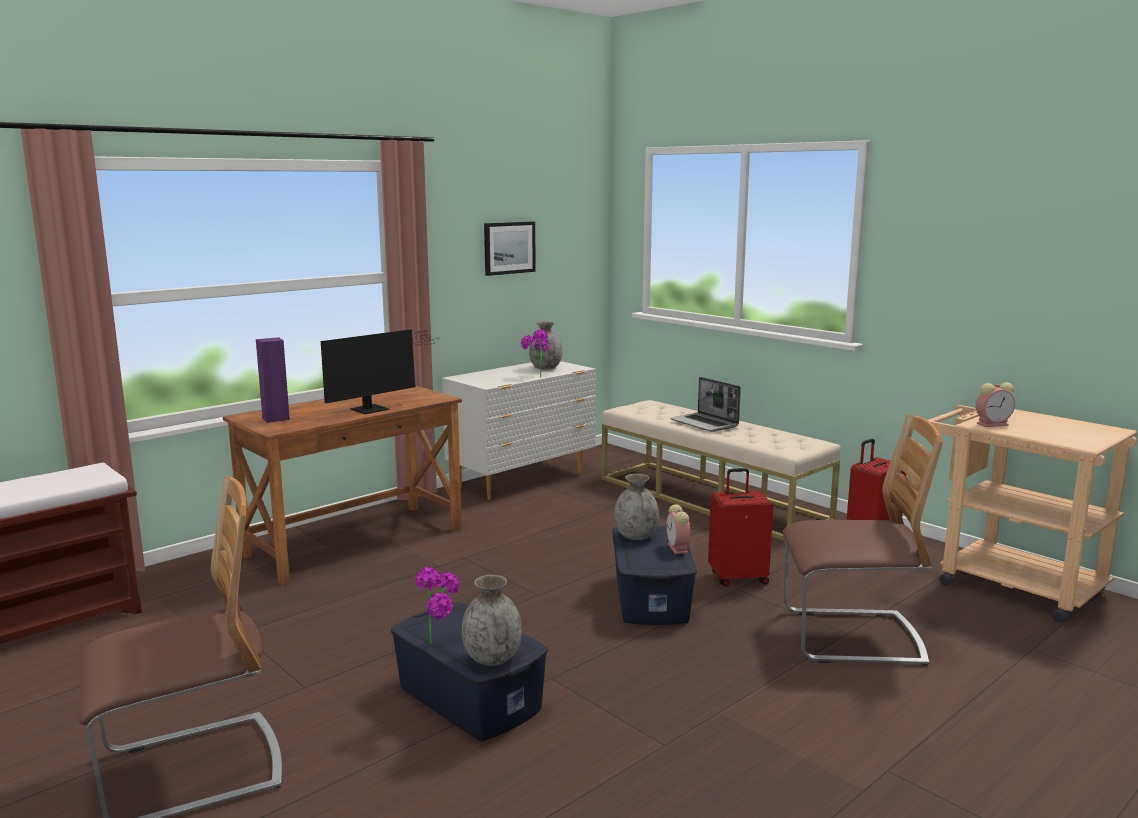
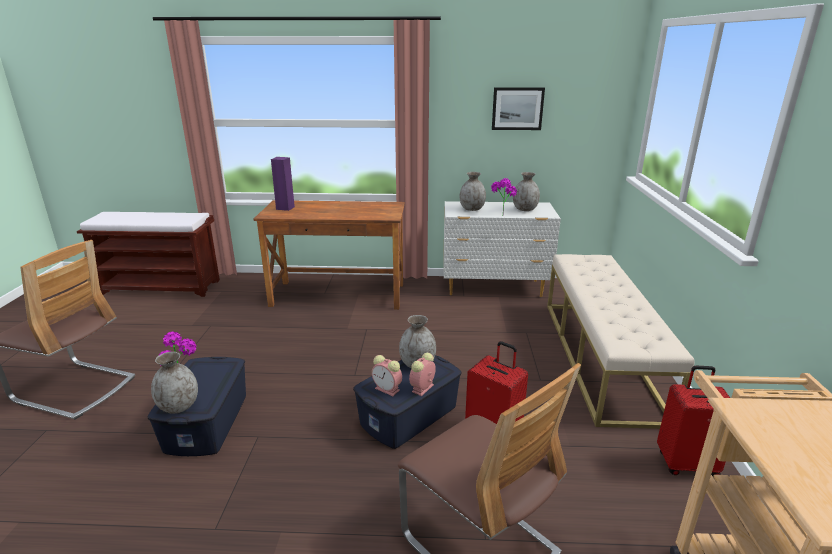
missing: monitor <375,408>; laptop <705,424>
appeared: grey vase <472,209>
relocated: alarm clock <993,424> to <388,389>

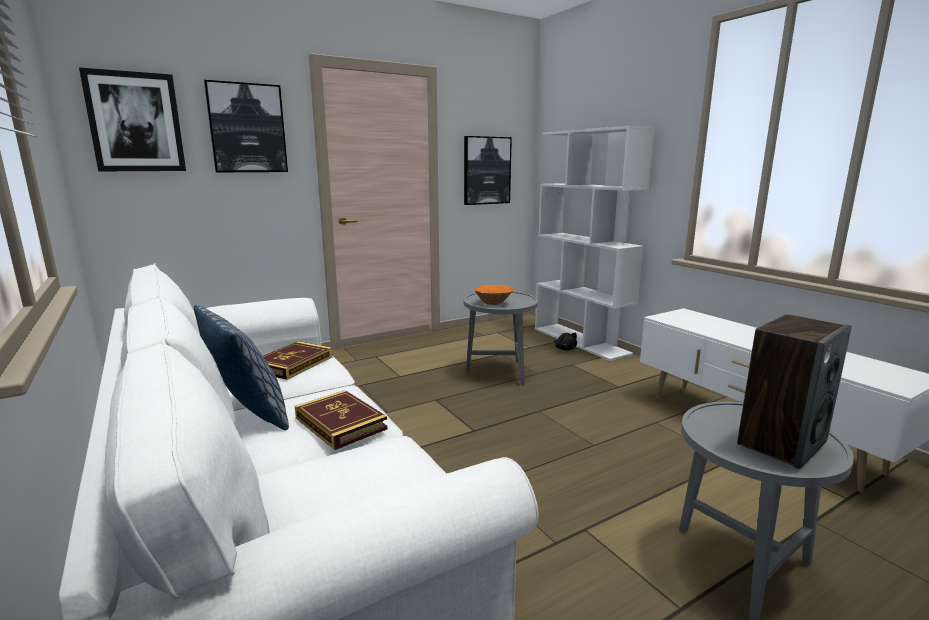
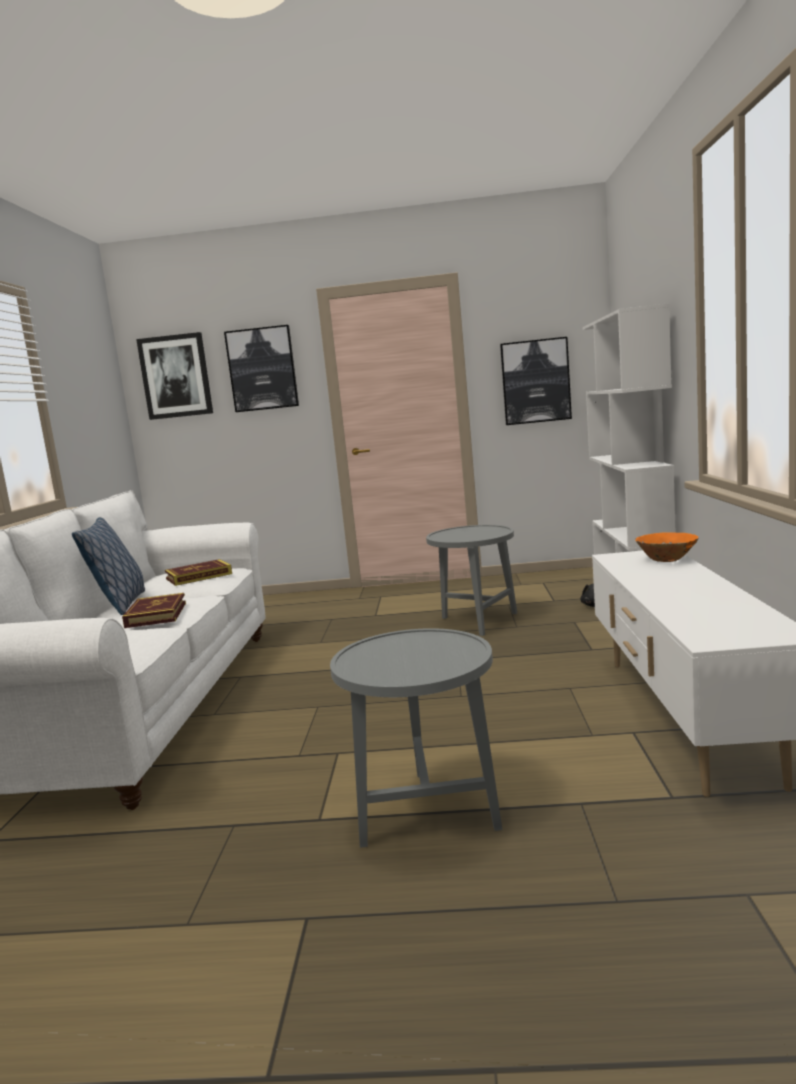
missing: speaker <781,443>
relocated: orange bowl <493,303> to <666,560>

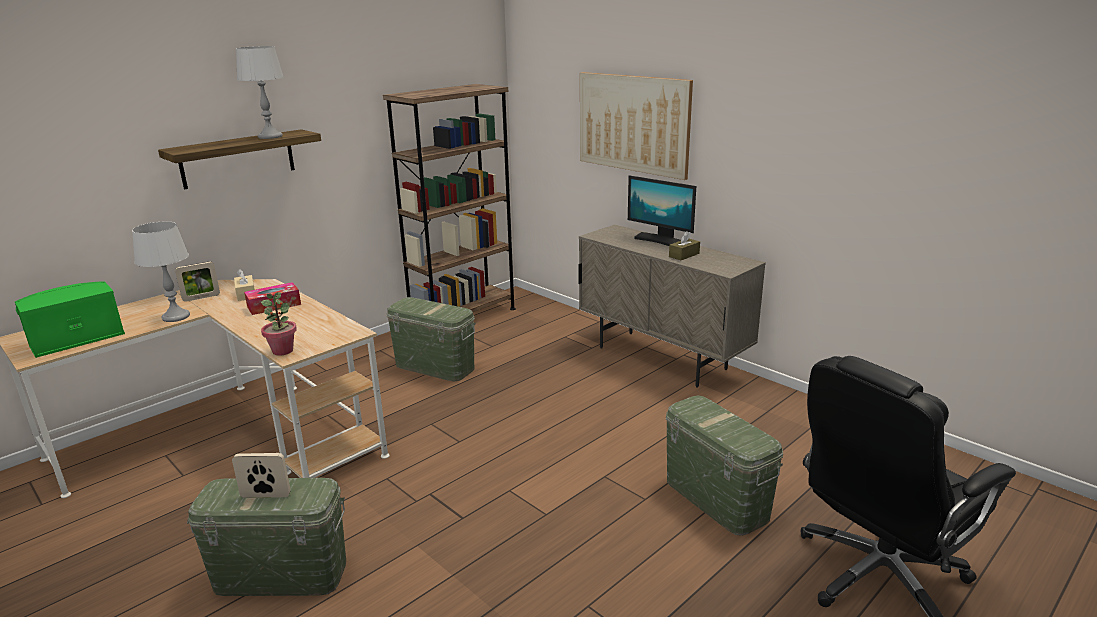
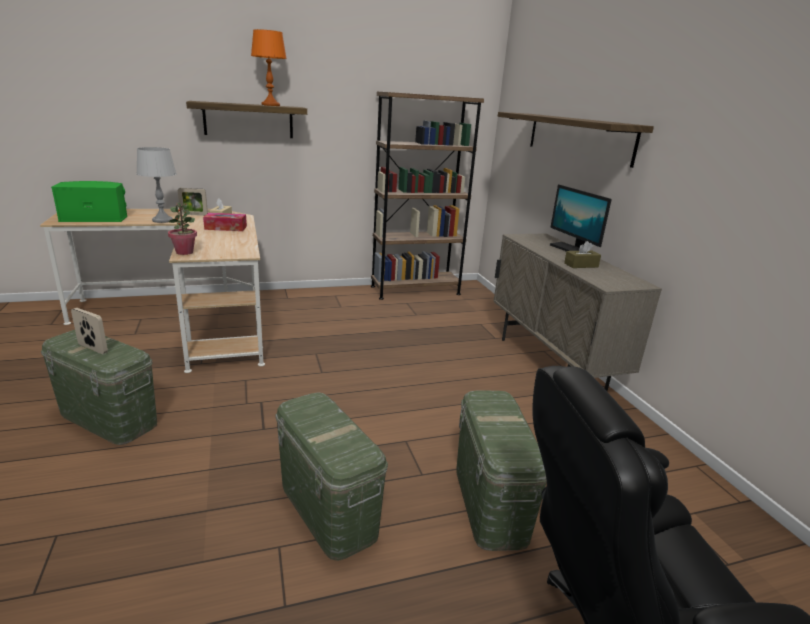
relocated: green storage box <435,366> to <328,509>
exchanged: picture <633,123> to shelf <578,137>
colour: grey table lamp <270,136> to orange table lamp <271,105>

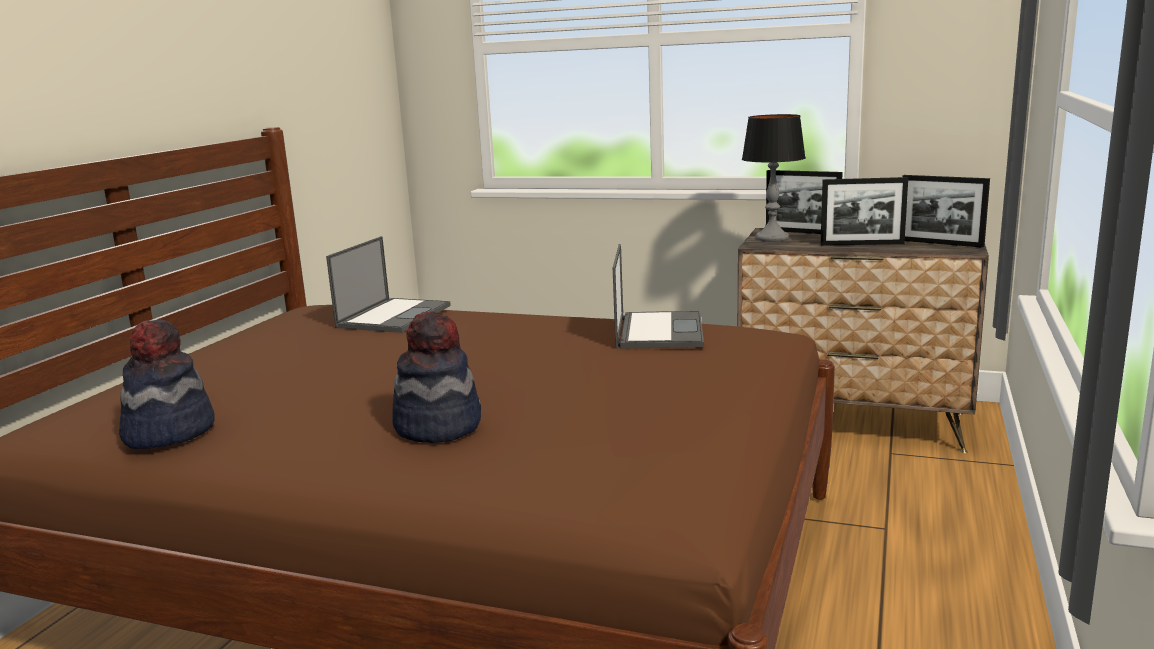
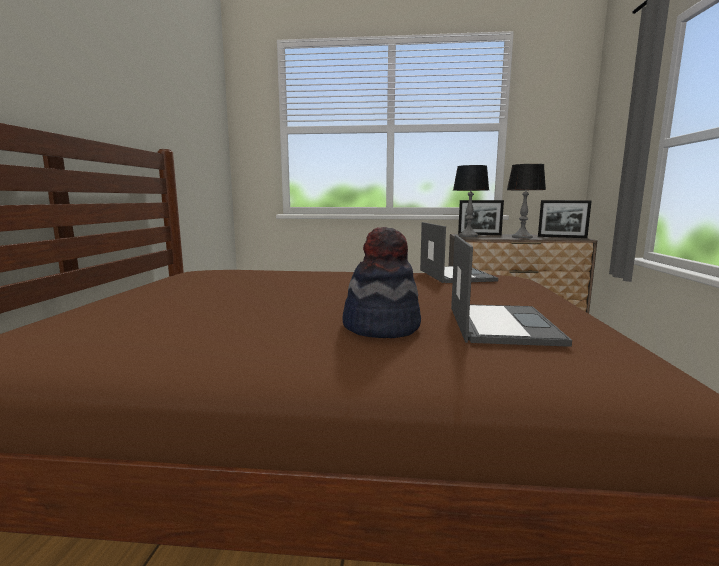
missing: hat <168,432>
relocated: laptop <394,316> to <501,324>
exchanged: picture frame <862,244> to table lamp <522,237>

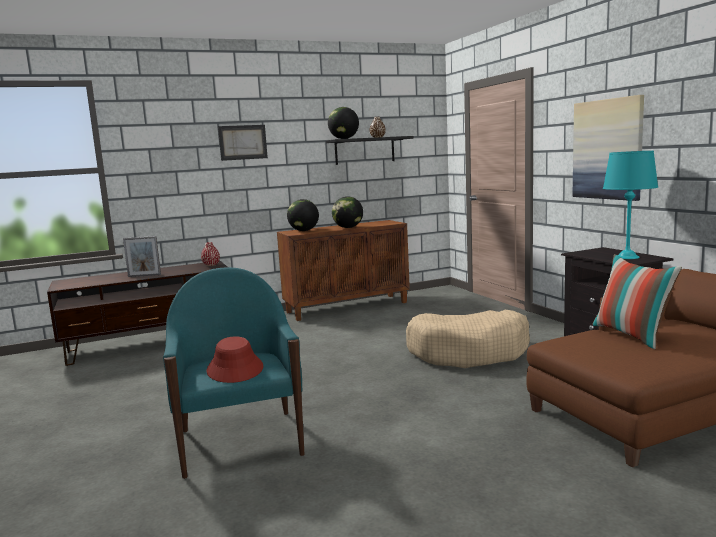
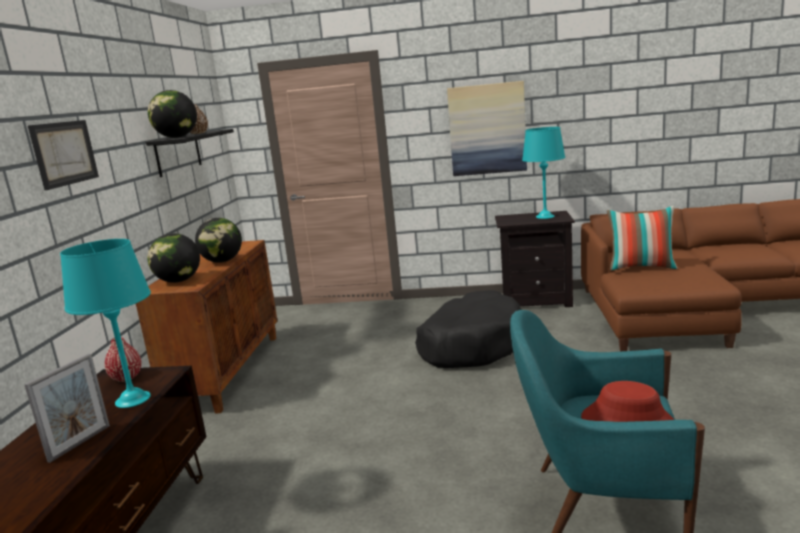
appeared: turquoise table lamp <133,399>
colour: beige dog bed <468,352> to black dog bed <471,344>

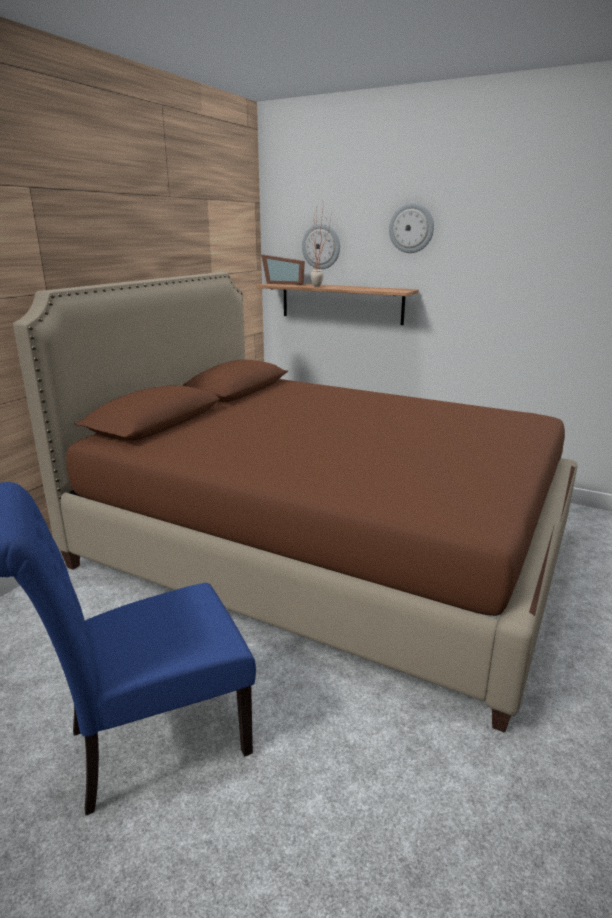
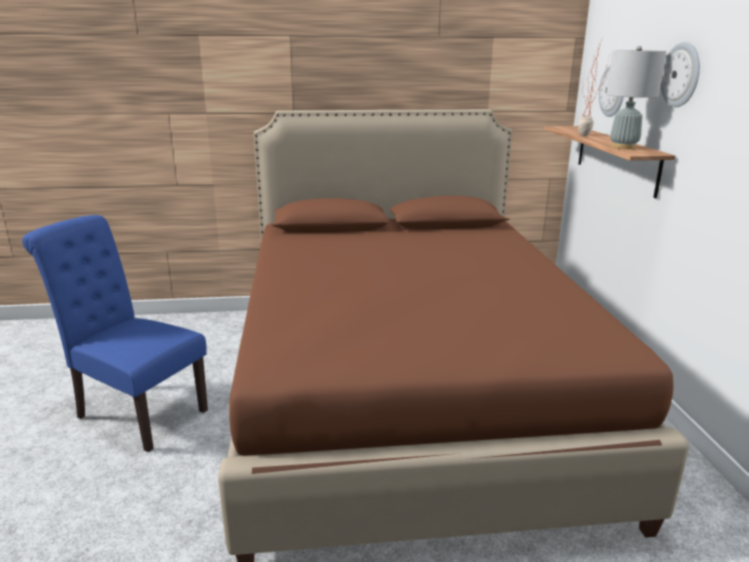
missing: picture frame <284,283>
appeared: grey table lamp <623,147>

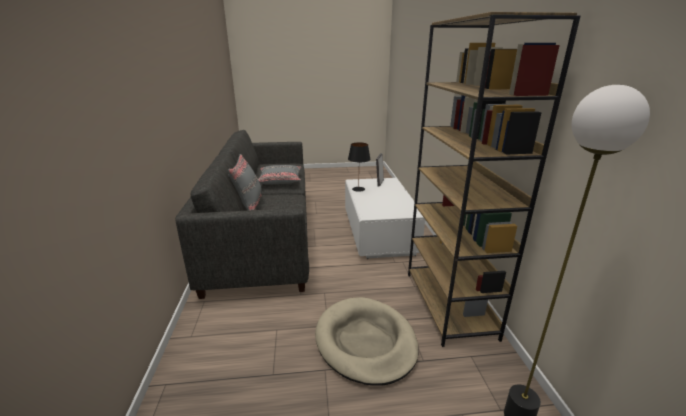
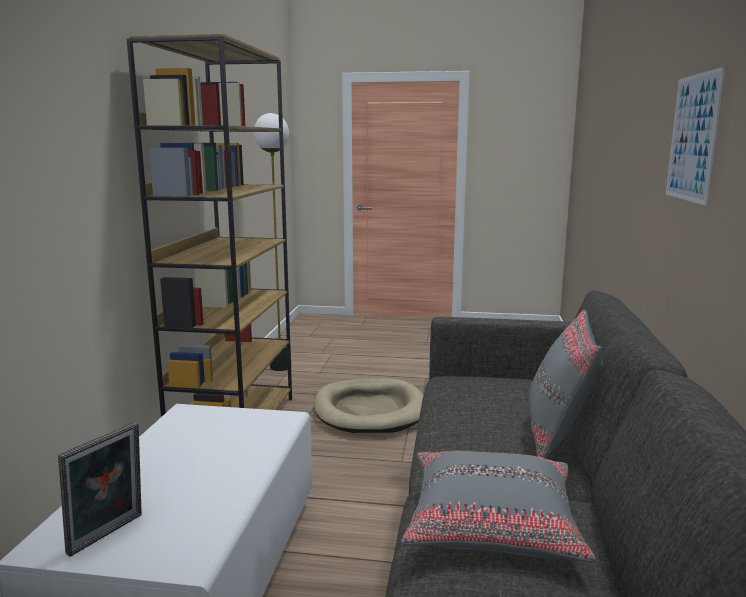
missing: black table lamp <358,189>
appeared: picture <692,138>

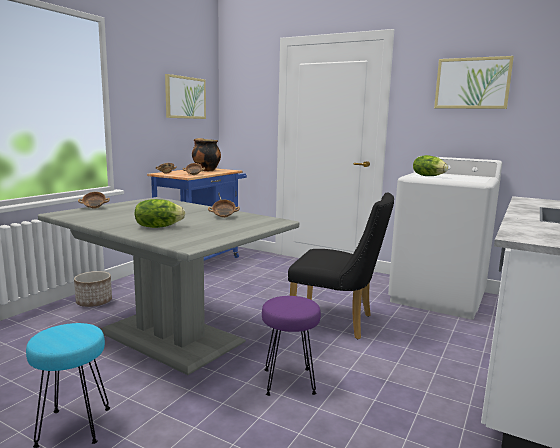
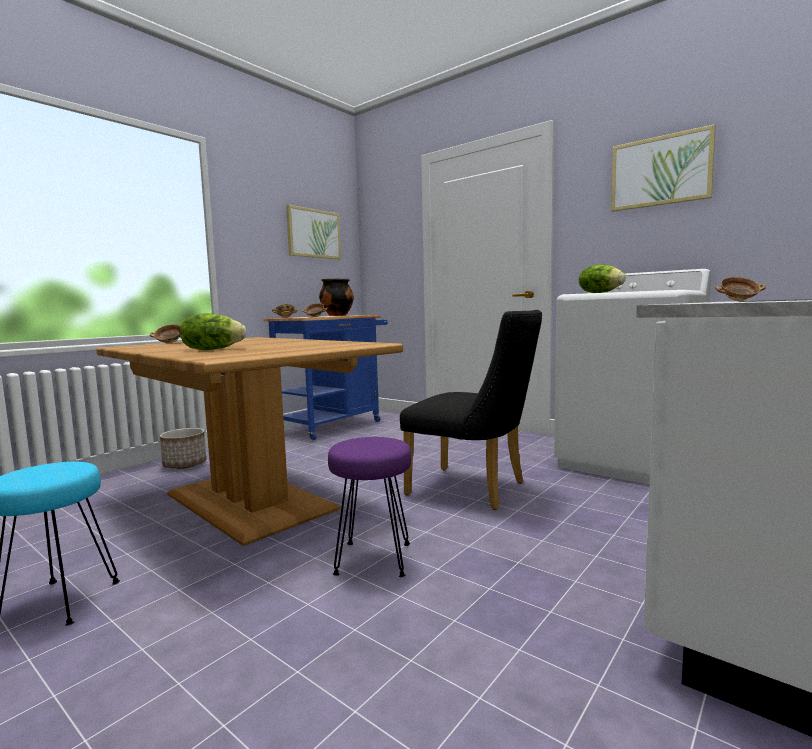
relocated: bowl <223,217> to <739,300>
colour: grey dining table <171,336> to brown dining table <251,500>

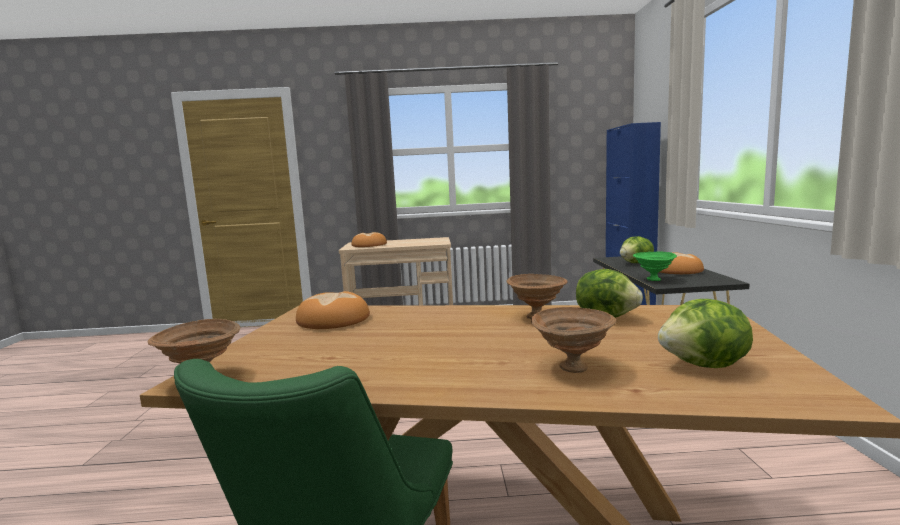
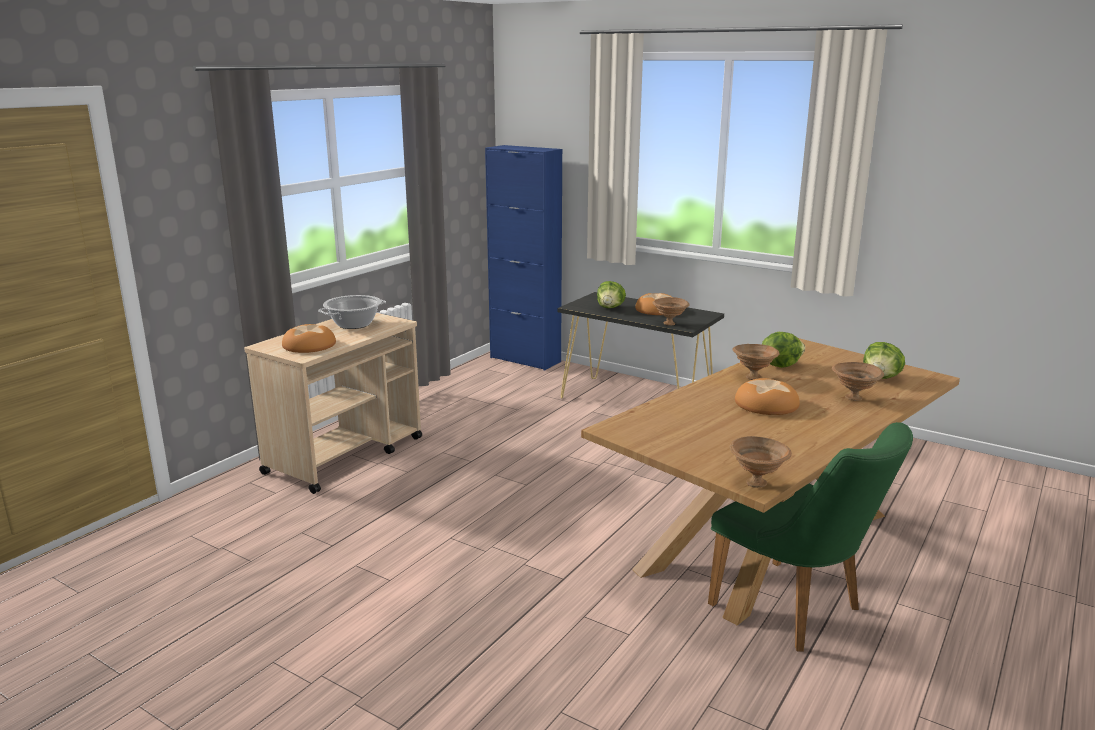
appeared: cooking pot <354,324>
relocated: bread <334,319> to <767,404>
colour: green bowl <654,280> to brown bowl <670,324>

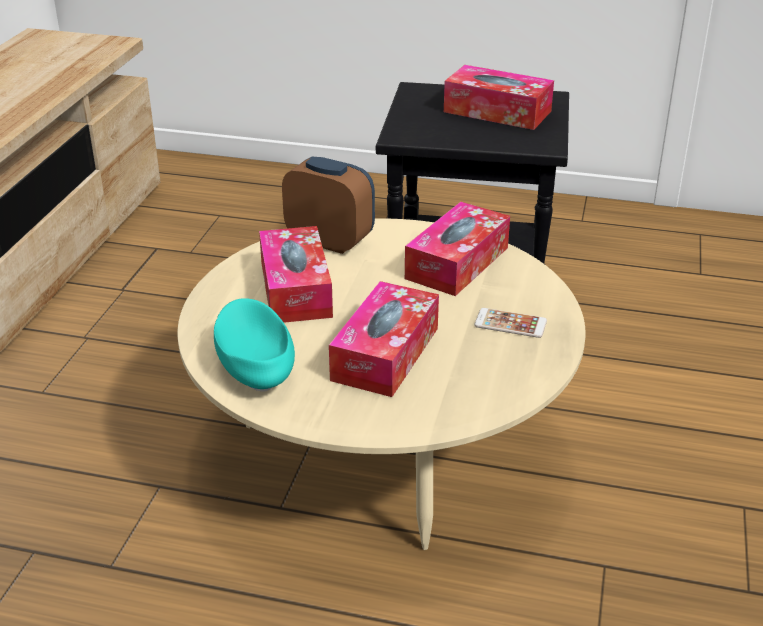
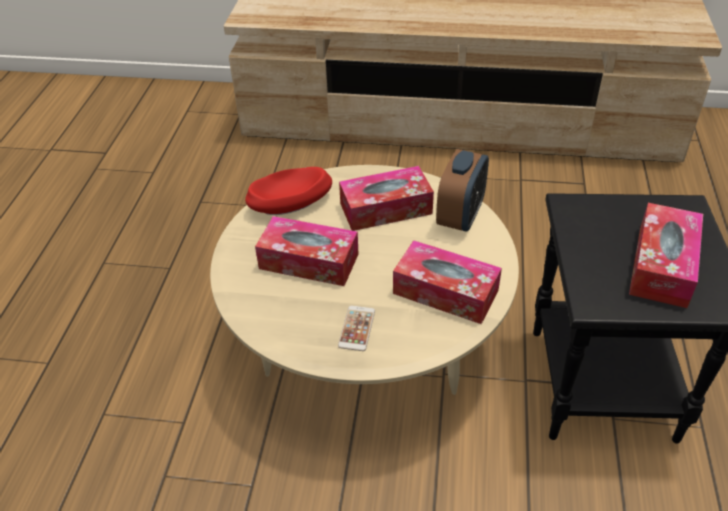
colour: turquoise bowl <256,366> to red bowl <290,204>

